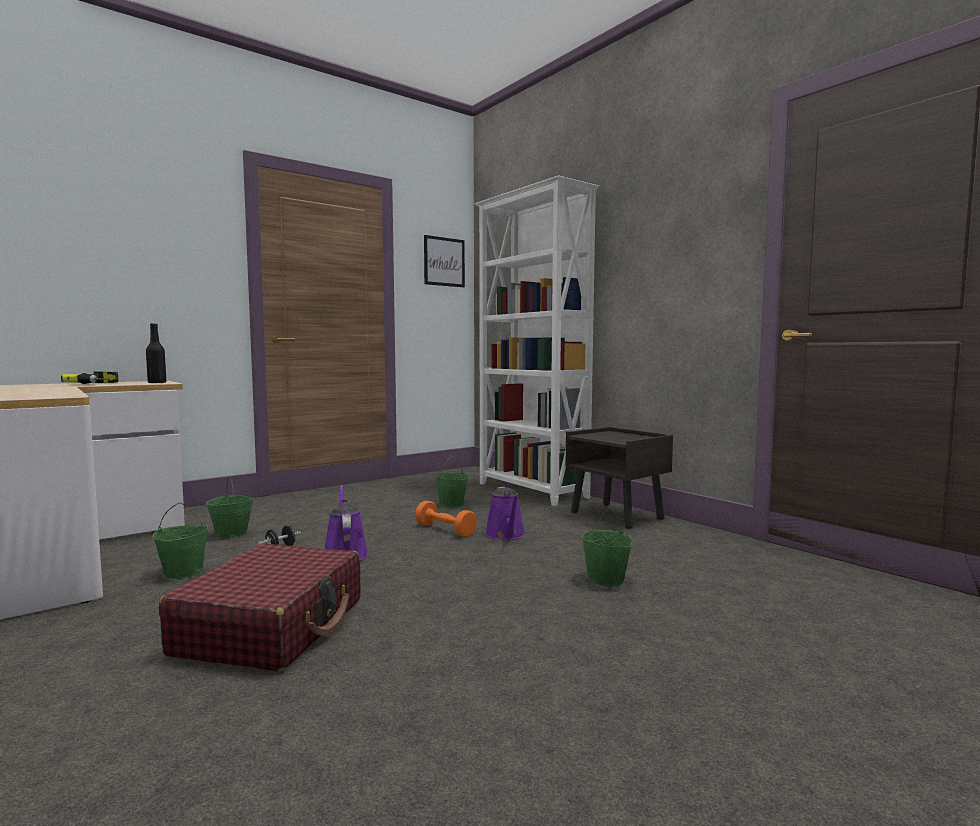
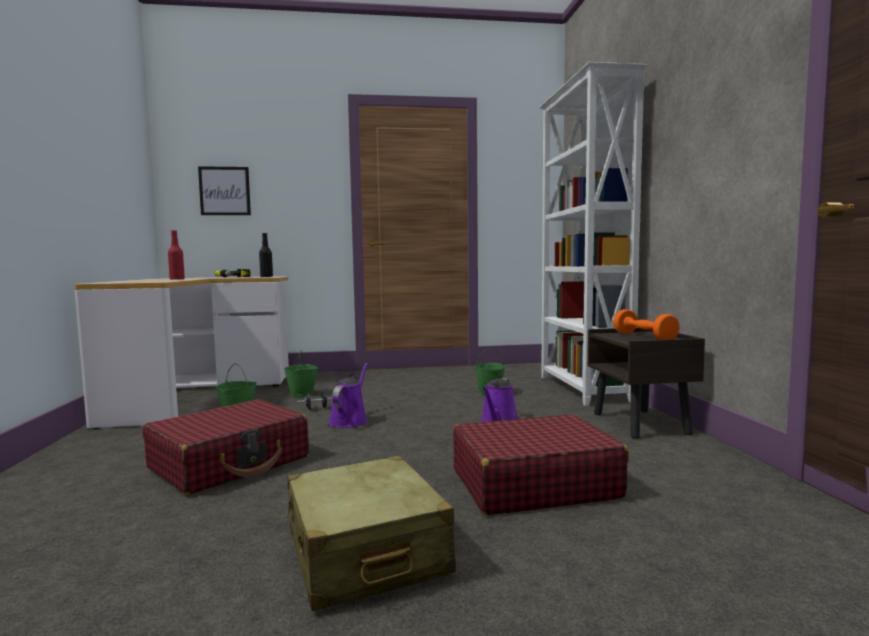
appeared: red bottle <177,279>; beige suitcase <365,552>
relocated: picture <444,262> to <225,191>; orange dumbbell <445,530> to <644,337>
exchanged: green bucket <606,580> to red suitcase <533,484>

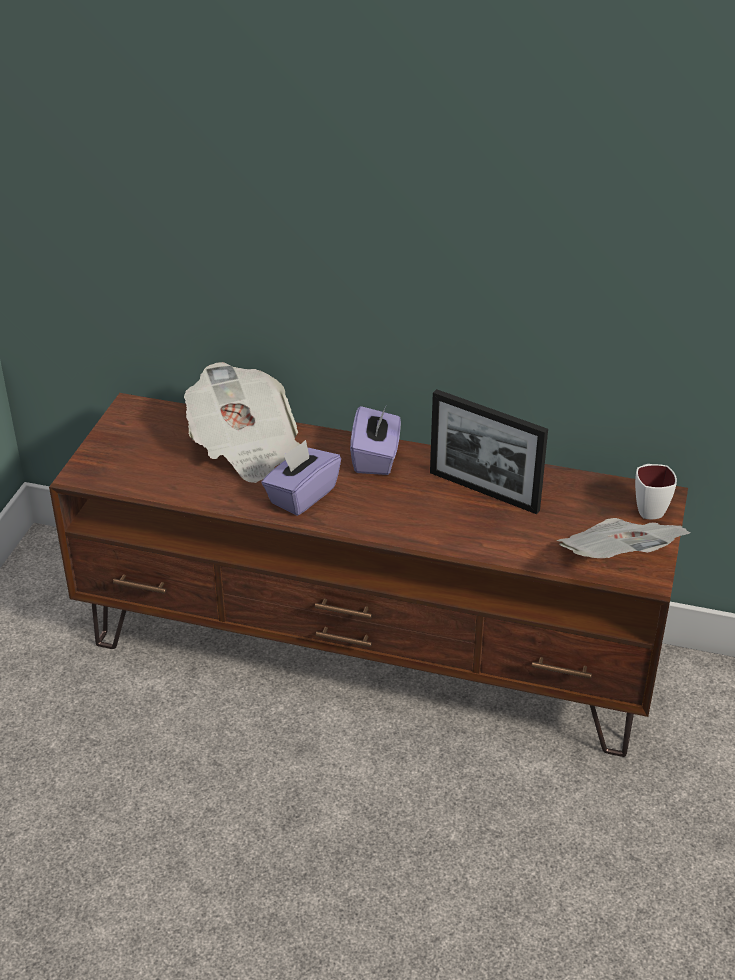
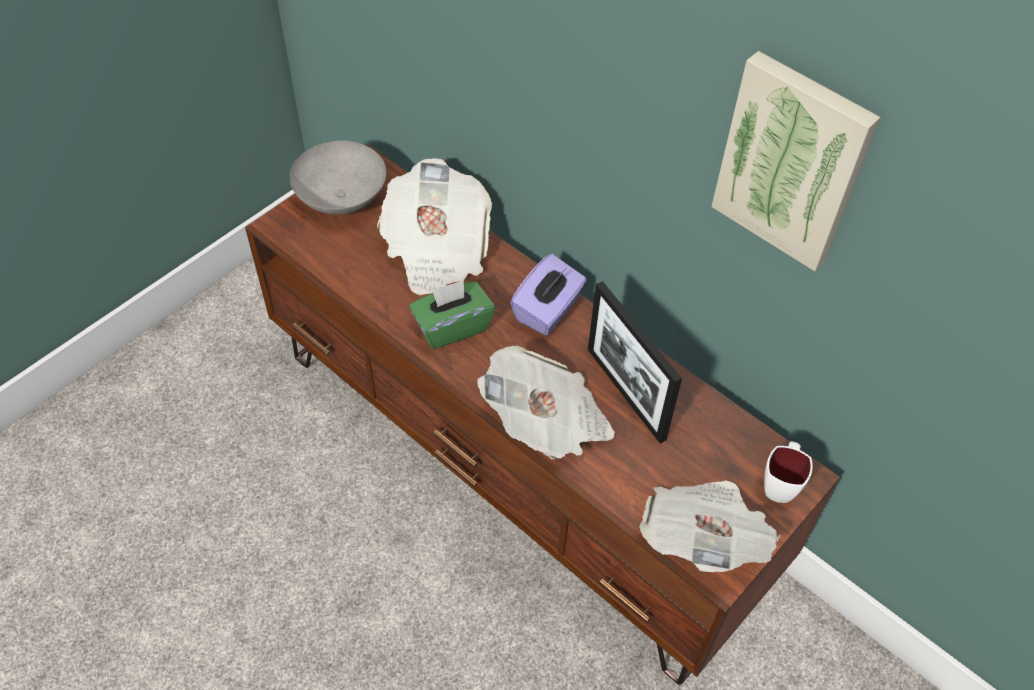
appeared: grey bowl <341,200>; newspaper <547,423>; picture <793,161>
colour: purple tissue box <301,495> to green tissue box <452,327>

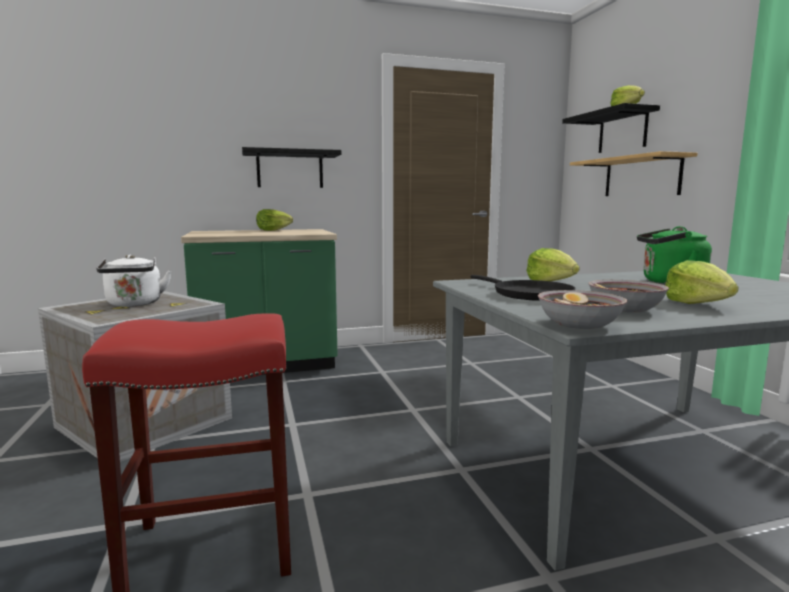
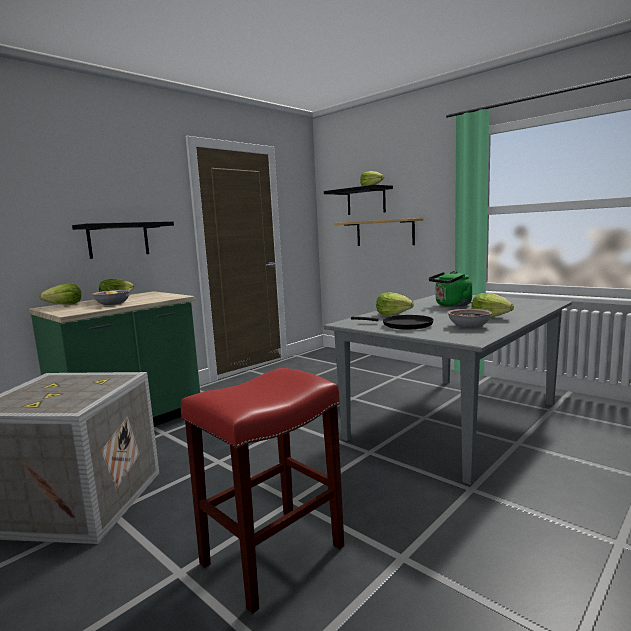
missing: white kettle <134,304>
appeared: lettuce <65,305>
relocated: bowl <579,325> to <113,304>

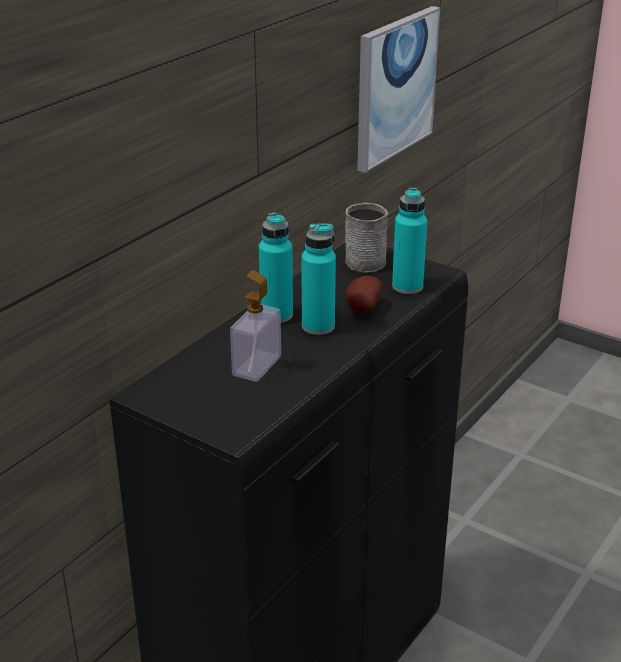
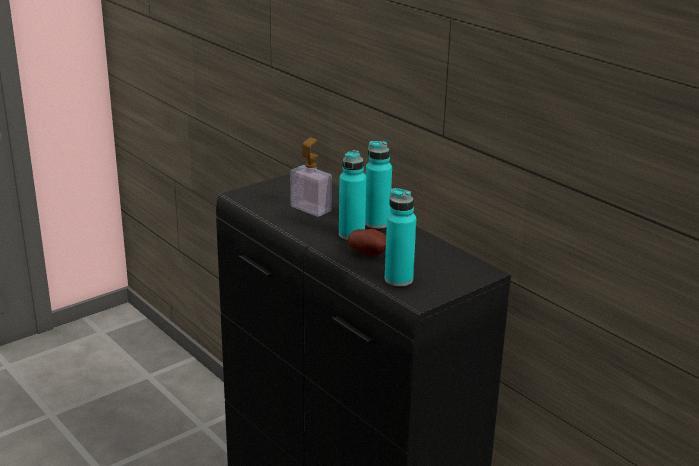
missing: grey mug <363,259>; picture <395,87>

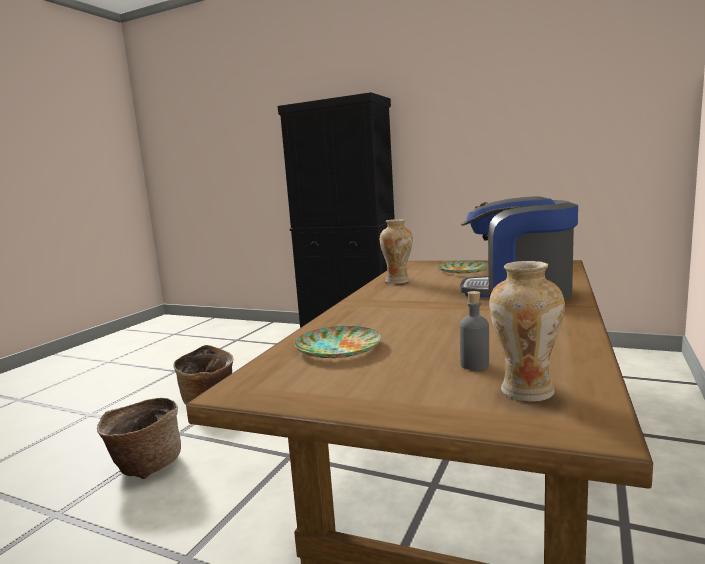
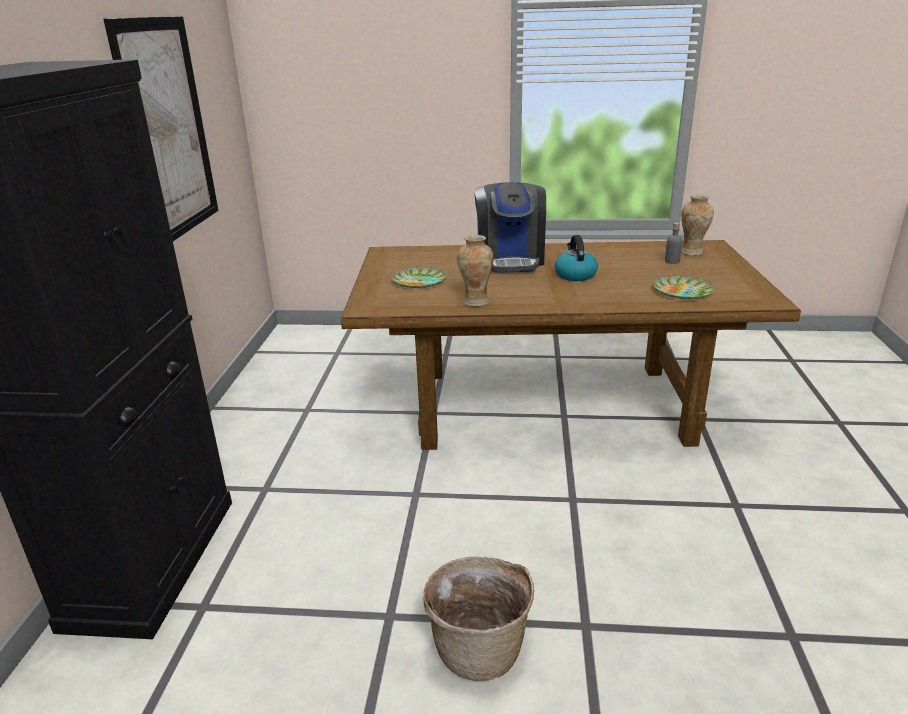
missing: basket <145,465>
appeared: picture <168,130>; kettle <575,275>

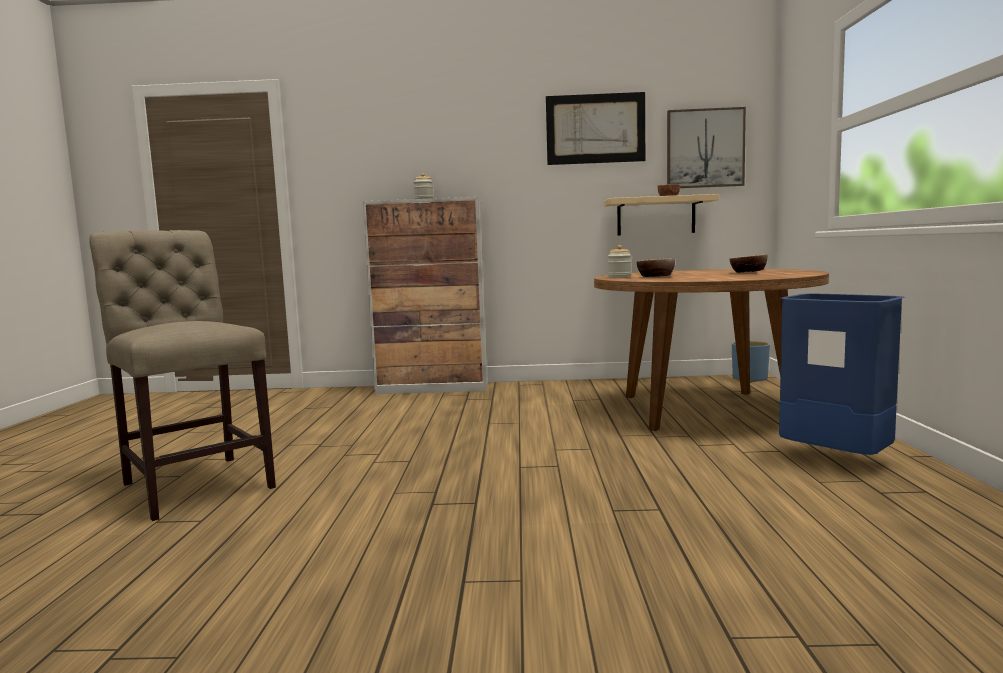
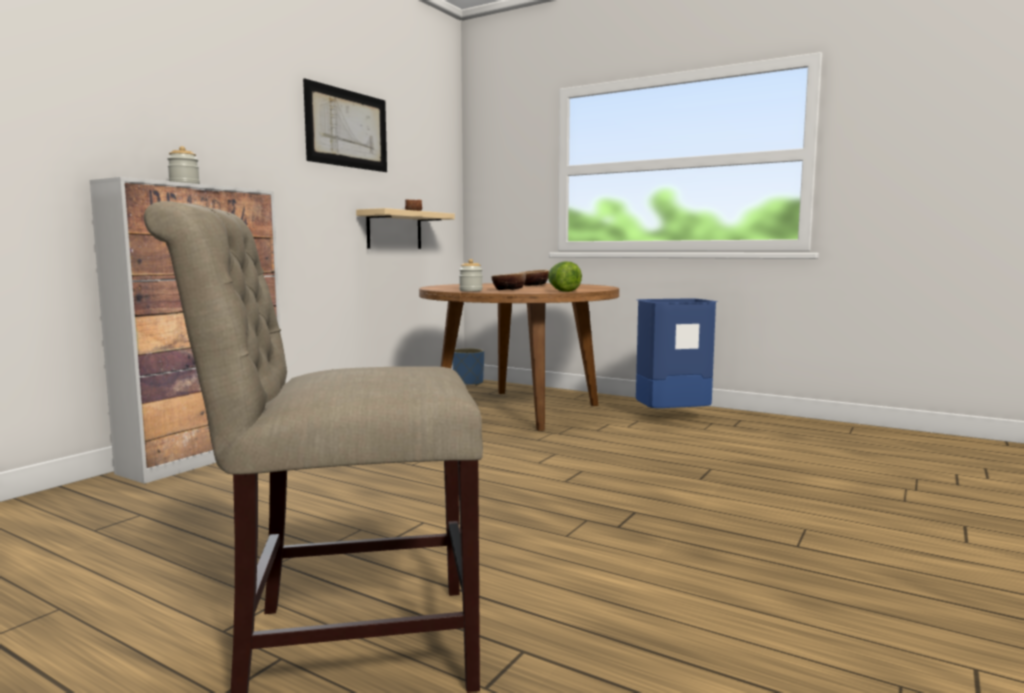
missing: picture <705,148>
appeared: lettuce <562,291>

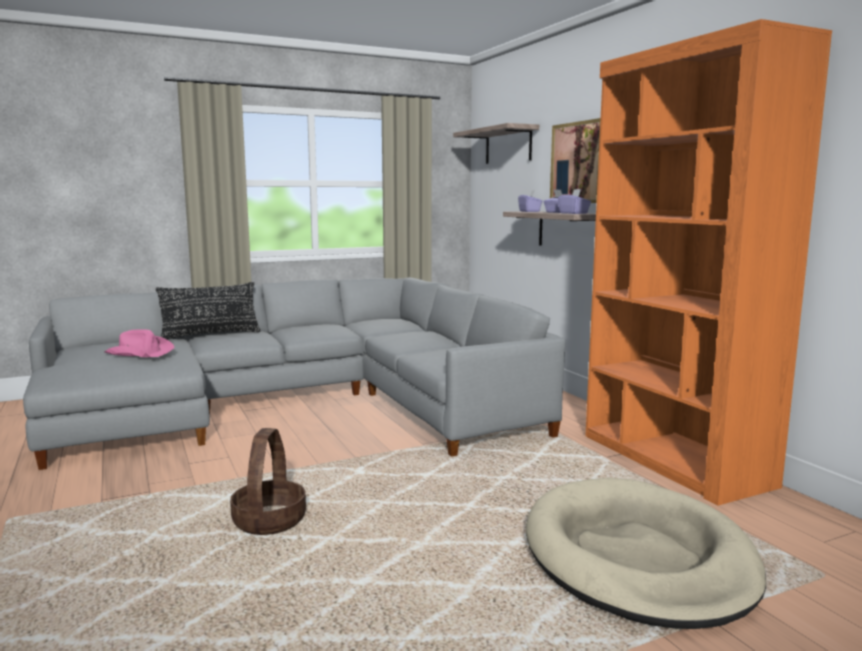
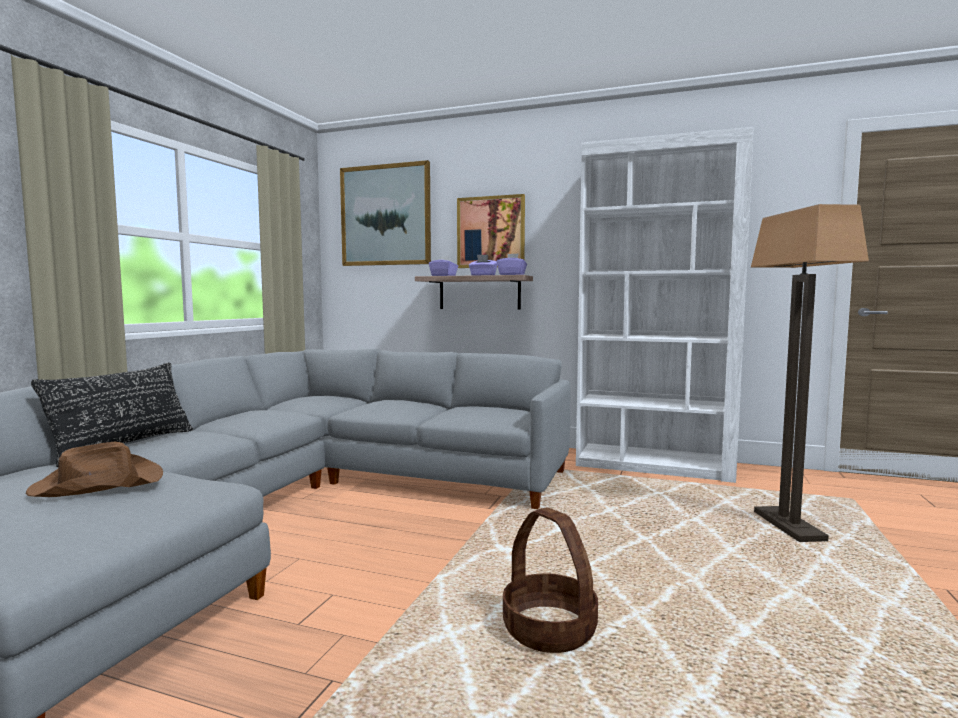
exchanged: shelf <508,145> to picture <385,215>; beige dog bed <637,557> to floor lamp <789,527>
colour: pink hat <139,352> to brown hat <97,484>; orange bookcase <673,460> to white bookcase <654,465>

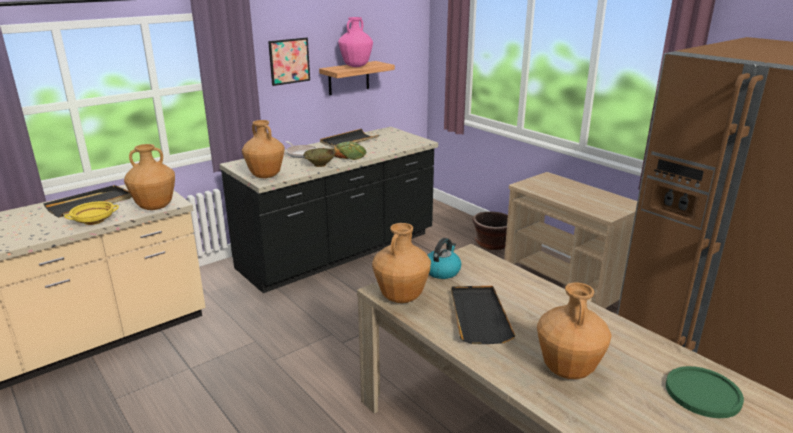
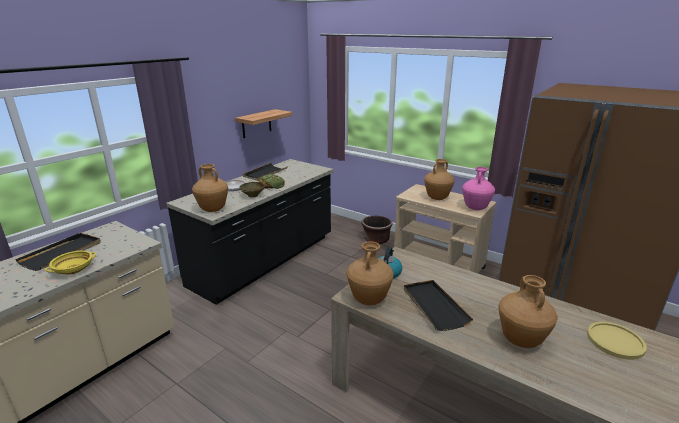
missing: picture <289,61>
relocated: brown vase <155,207> to <437,198>; pink vase <356,66> to <475,208>
colour: green plate <703,393> to yellow plate <615,341>

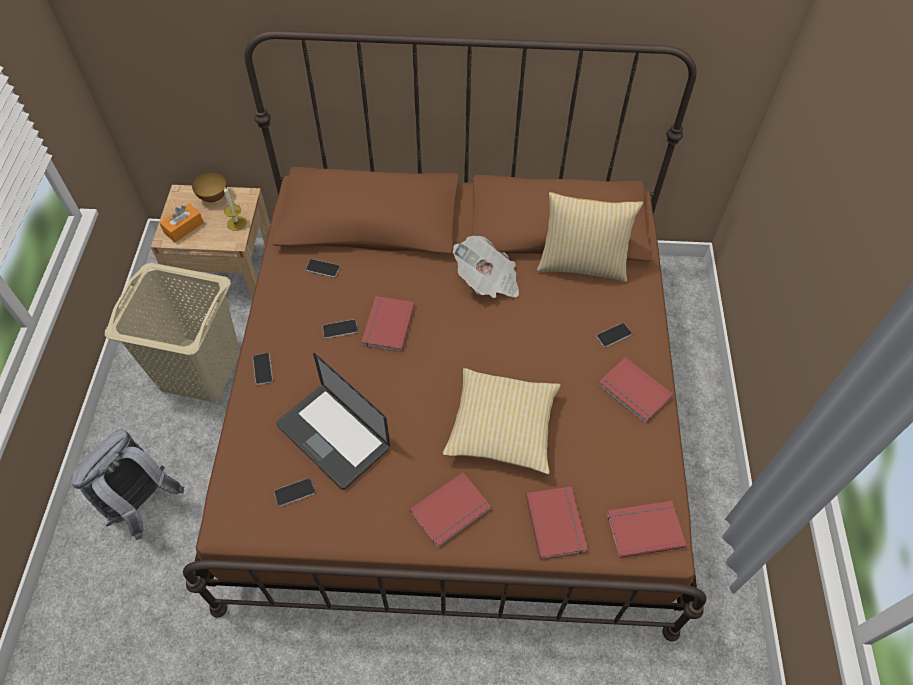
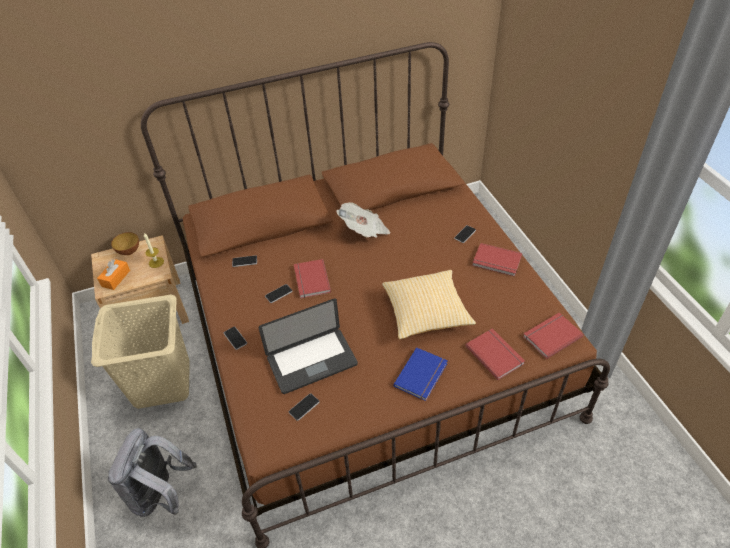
missing: pillow <582,264>
colour: red book <452,512> to blue book <422,375>
spun: laptop <333,437> = <312,361> 45 degrees counterclockwise

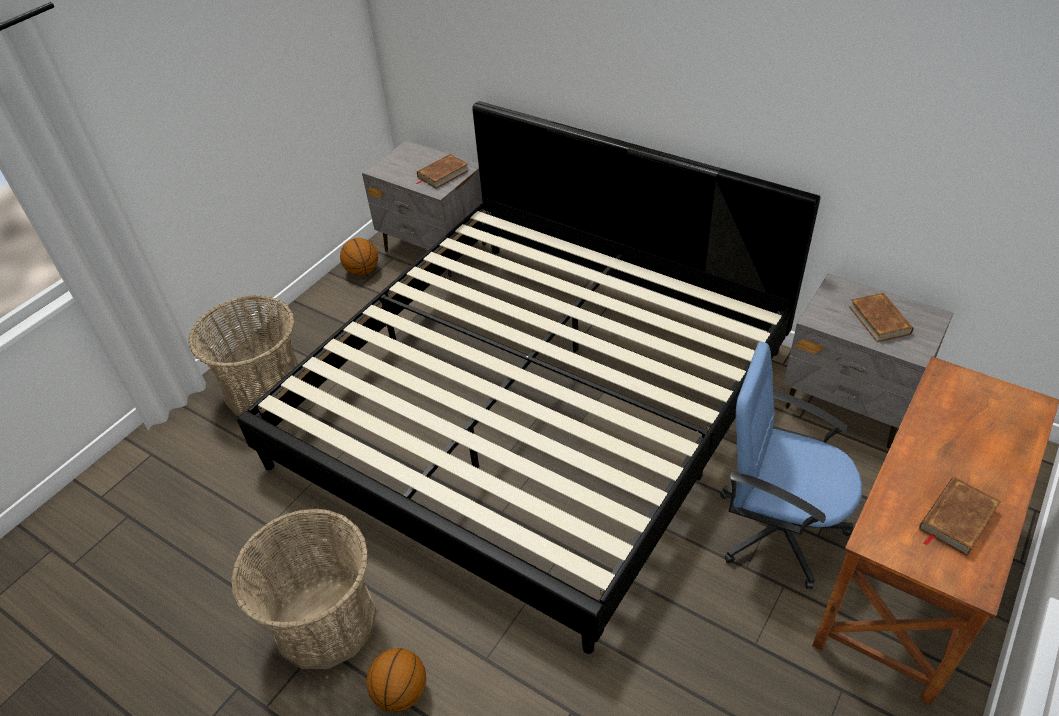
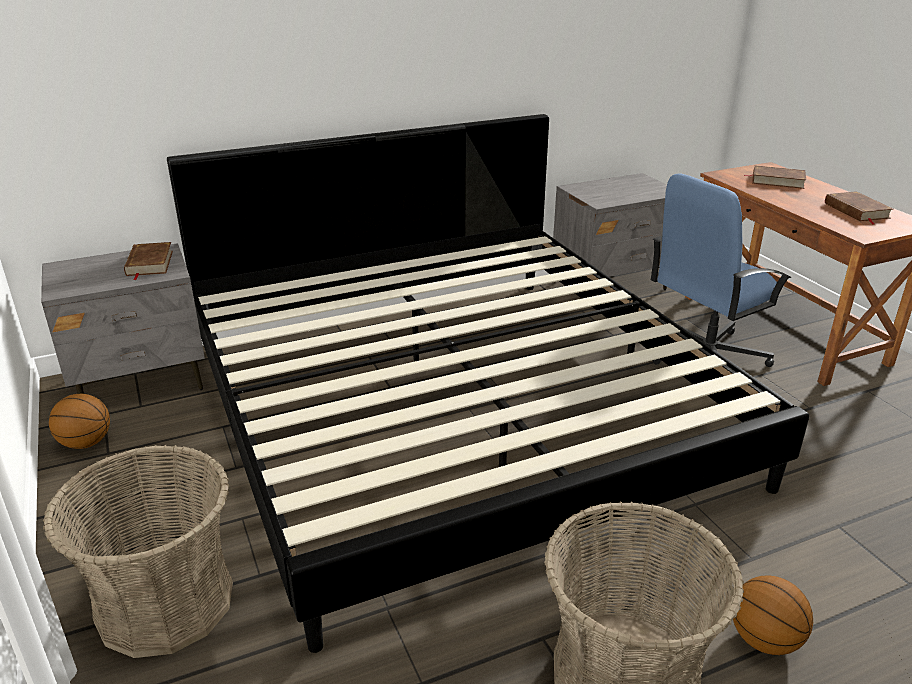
relocated: brown book <879,320> to <777,181>

